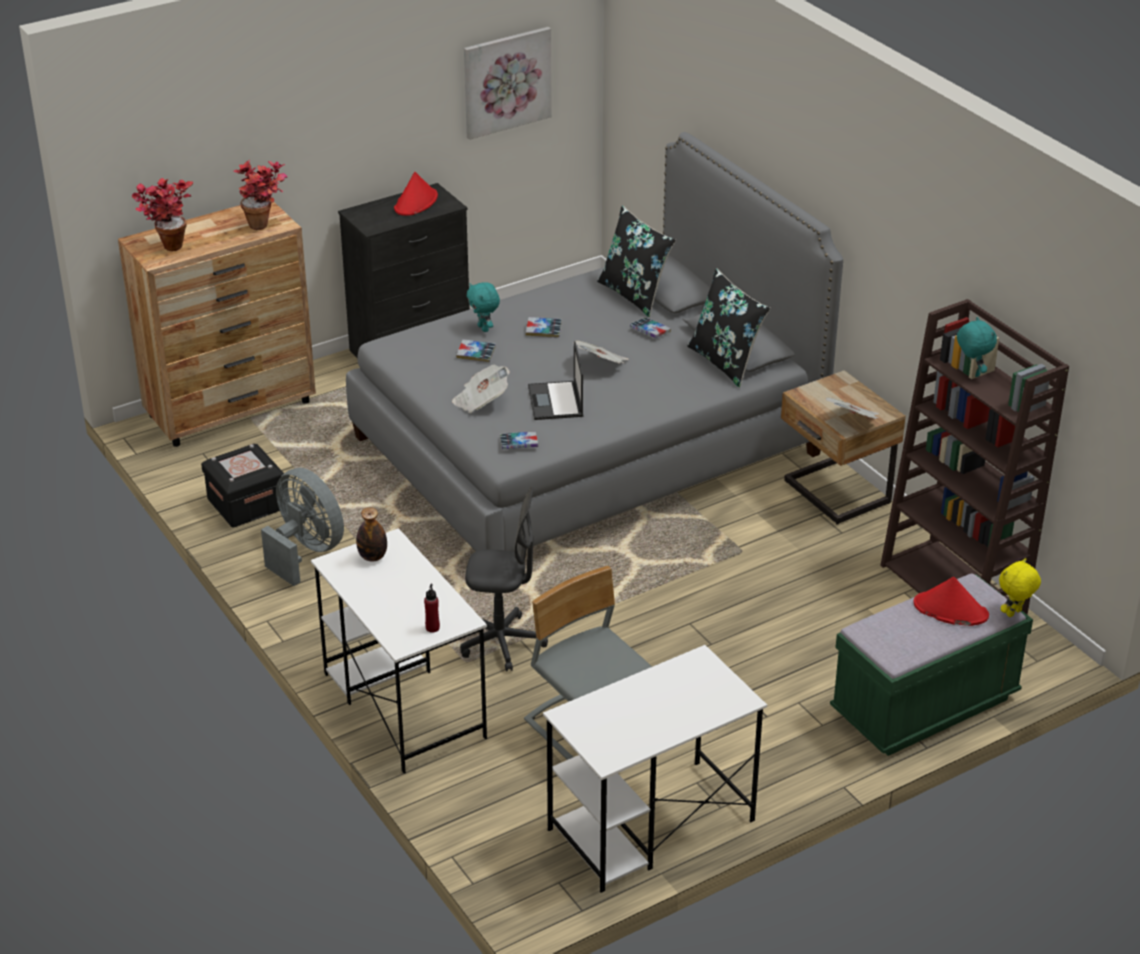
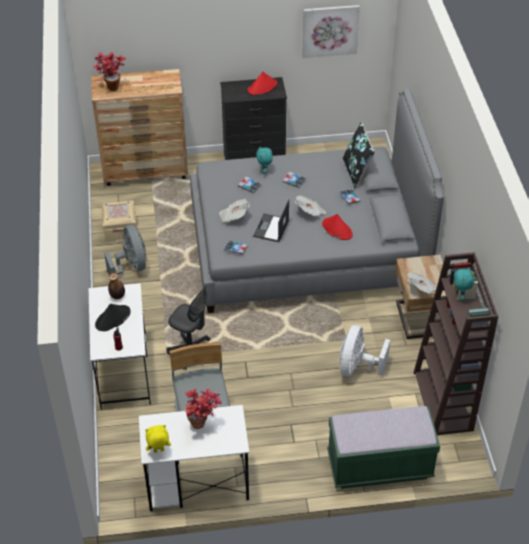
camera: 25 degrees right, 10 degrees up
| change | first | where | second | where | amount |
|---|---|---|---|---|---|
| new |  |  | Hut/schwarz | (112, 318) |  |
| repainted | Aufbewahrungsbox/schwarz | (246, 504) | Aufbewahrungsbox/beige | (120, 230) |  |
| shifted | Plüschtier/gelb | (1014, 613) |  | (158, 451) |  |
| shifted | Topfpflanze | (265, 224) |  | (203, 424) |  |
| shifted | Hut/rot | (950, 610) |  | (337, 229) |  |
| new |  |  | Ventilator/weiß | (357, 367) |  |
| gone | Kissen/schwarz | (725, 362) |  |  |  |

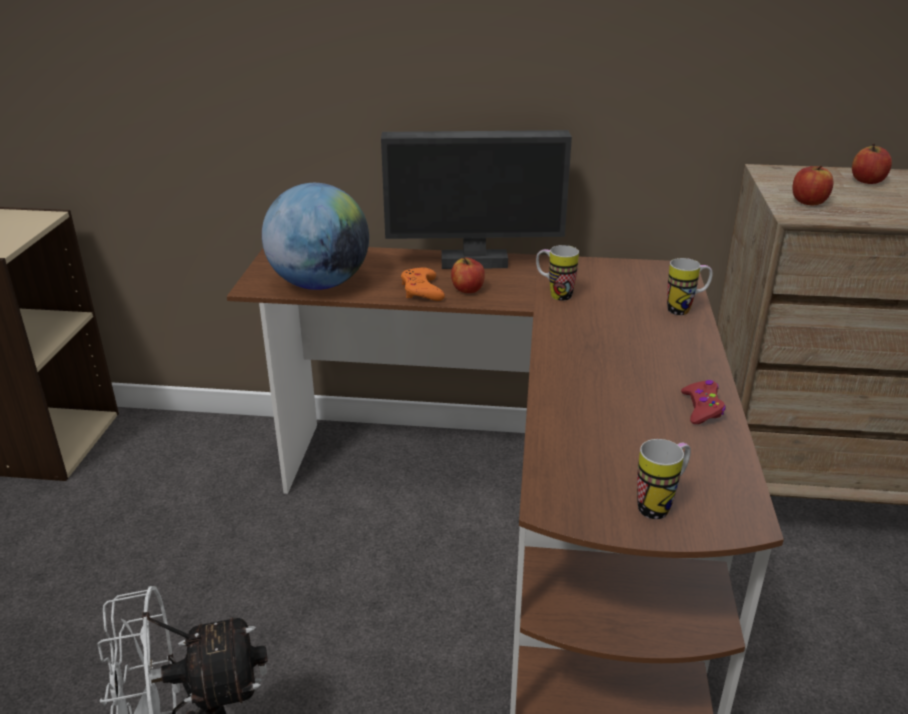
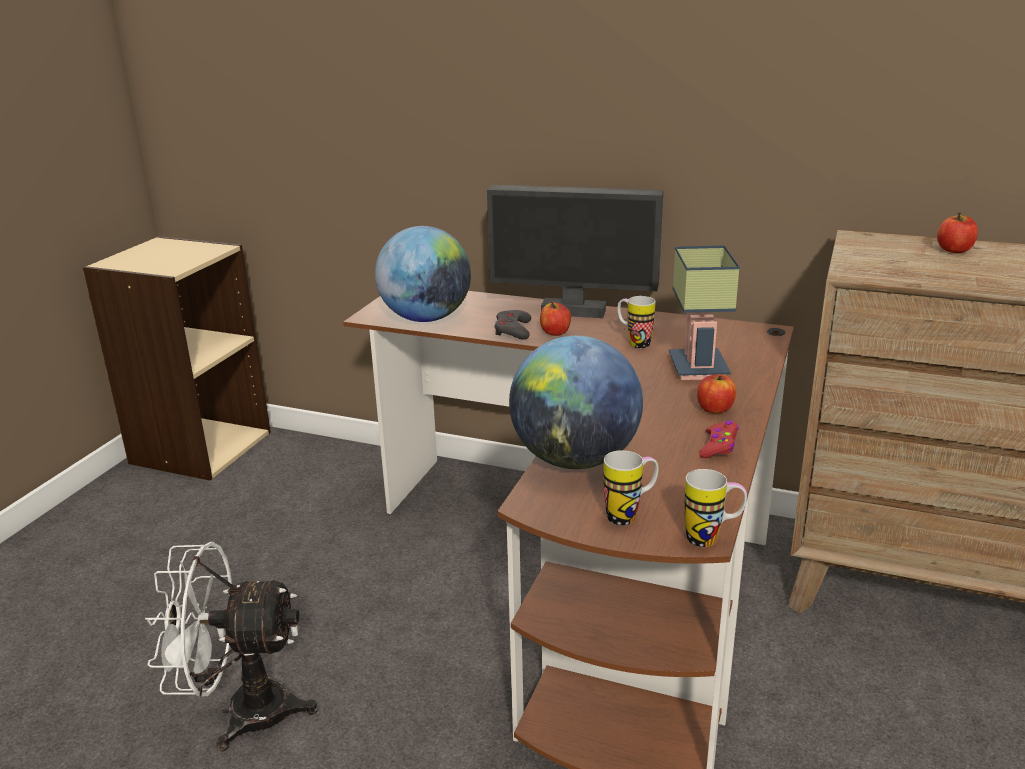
camera: 15 degrees right, 5 degrees down
| change | first | where | second | where | amount |
|---|---|---|---|---|---|
| repainted | Gamepad/orange | (422, 290) | Gamepad/grau | (513, 330) |  |
| new |  |  | Globus | (575, 460) |  |
| new |  |  | Tischlampe | (694, 367) |  |
| shifted | Henkelbecher | (685, 310) |  | (711, 539) |  |
| shifted | Apfel | (809, 202) |  | (715, 409) |  |

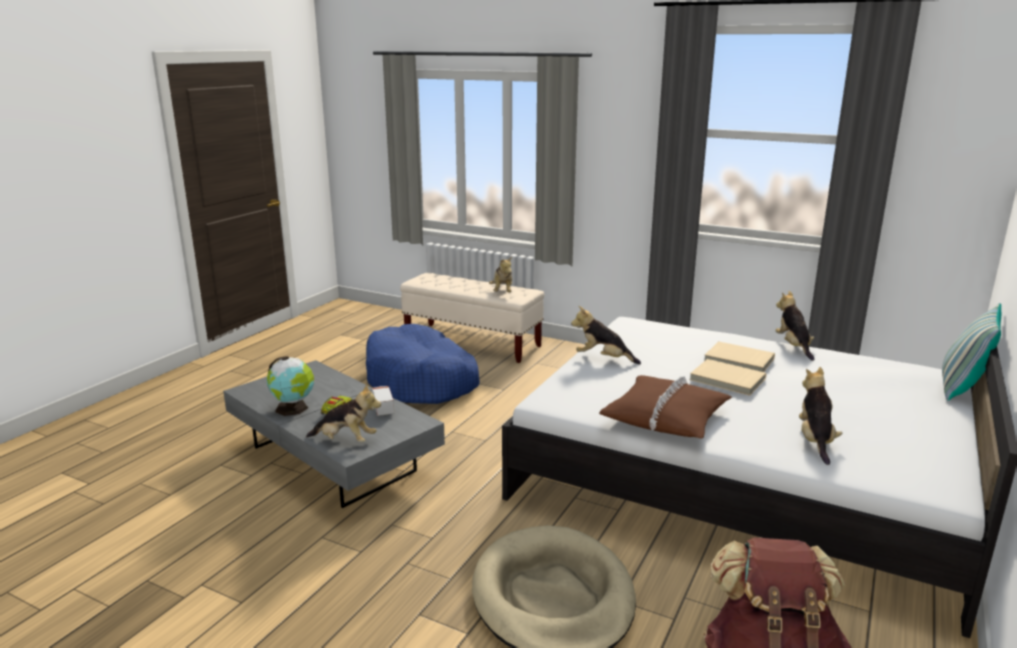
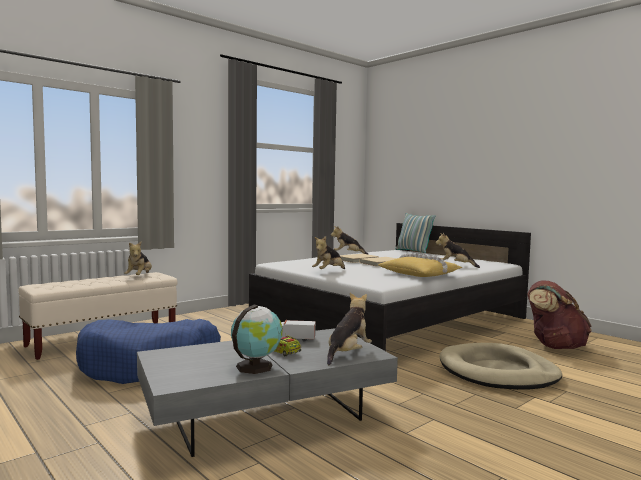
camera: 70 degrees left, 15 degrees down
| change | first | where | second | where | amount |
|---|---|---|---|---|---|
| rotated | Plüschtier | (502, 292) |  | (139, 277) | 75 degrees clockwise |
| repainted | Kissen/braun | (666, 417) | Kissen/gelb | (420, 274) |  |

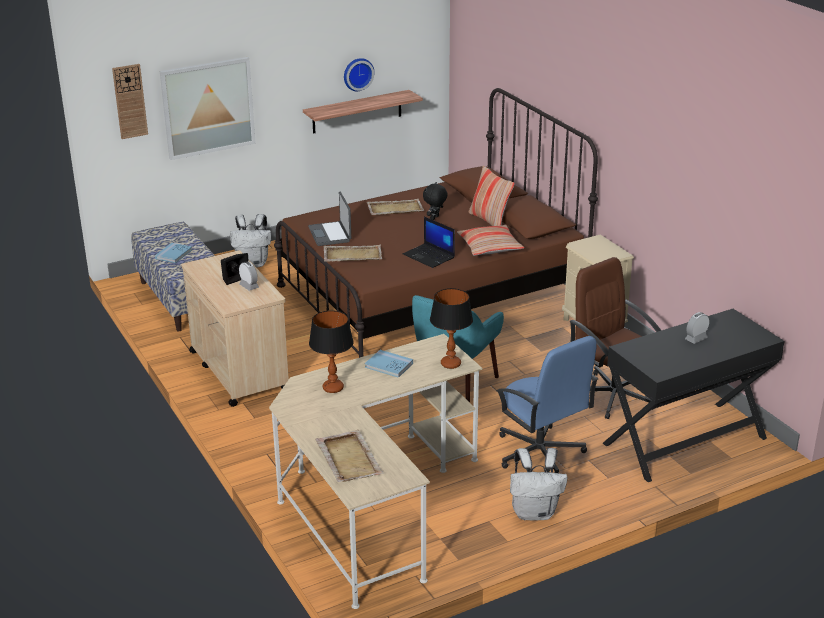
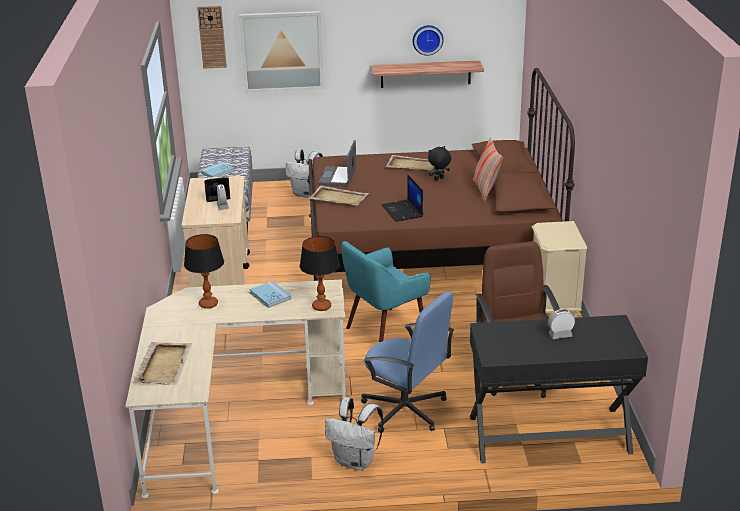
camera: 25 degrees right, 0 degrees up
| change | first | where | second | where | amount |
|---|---|---|---|---|---|
| rotated | Bürostuhl/blau | (540, 453) |  | (405, 410) | 45 degrees counterclockwise |
| gone | Kissen | (489, 247) |  |  |  |

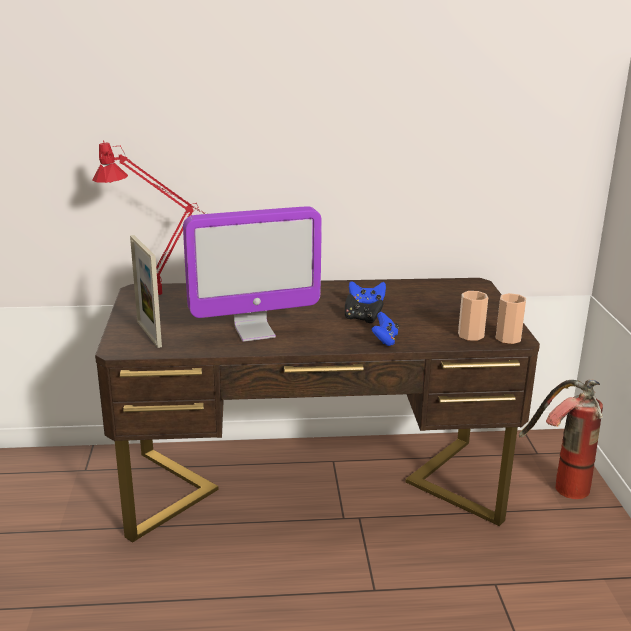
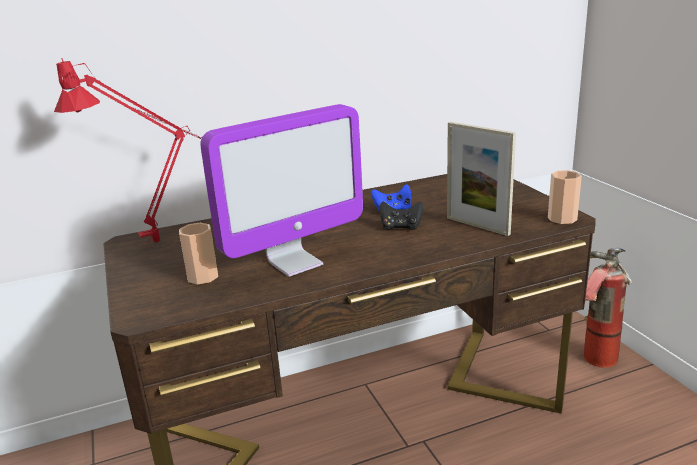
camera: 15 degrees left, 0 degrees up
| change | first | where | second | where | amount |
|---|---|---|---|---|---|
| shifted | Tasse | (470, 335) |  | (202, 277) |  |
| shifted | Bilderrahmen | (149, 334) |  | (477, 226) |  |
| gone | Gamepad/blau | (385, 340) |  |  |  |

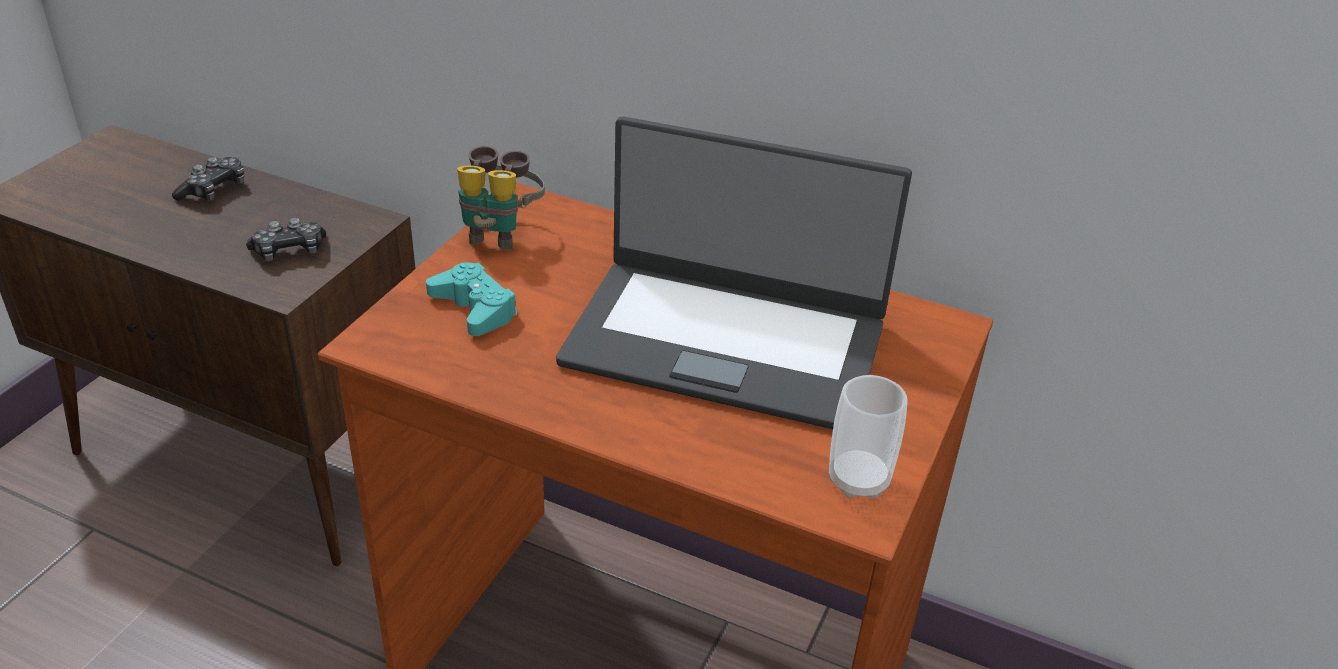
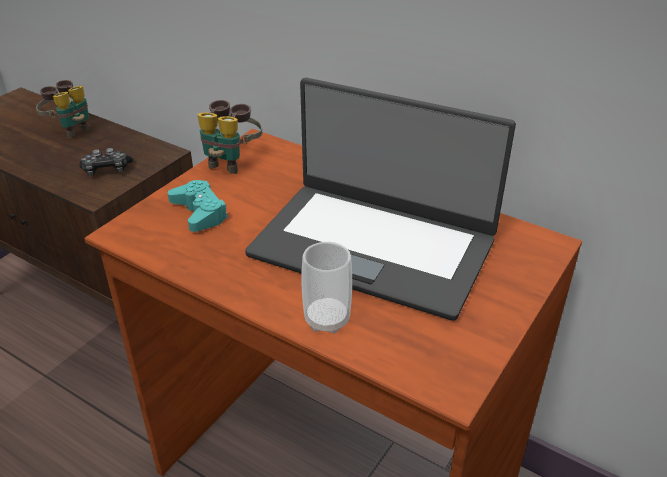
camera: 10 degrees right, 0 degrees up
| change | first | where | second | where | amount |
|---|---|---|---|---|---|
| swapped | Gamepad | (214, 190) | Fernglas | (70, 129) |  |
| shifted | Tasse | (858, 480) |  | (327, 320) |  |

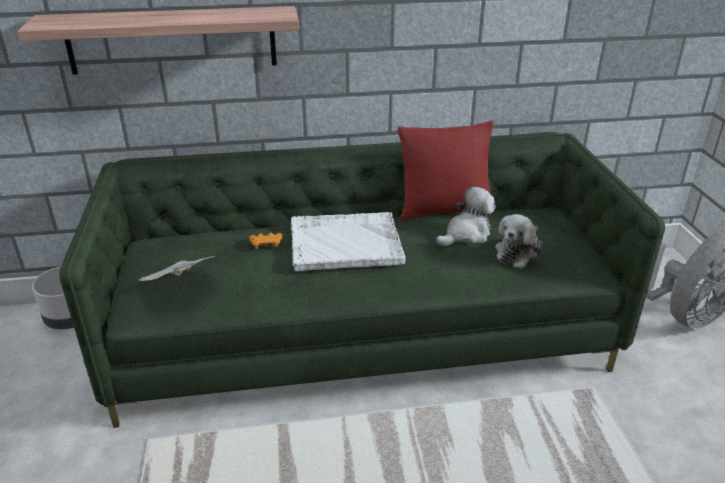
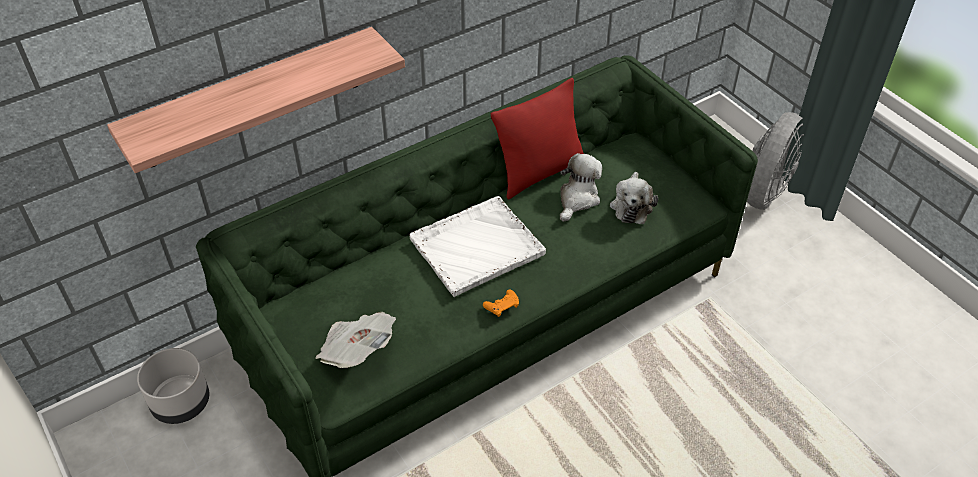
camera: 25 degrees left, 15 degrees up
| change | first | where | second | where | amount |
|---|---|---|---|---|---|
| shifted | Gamepad/orange | (266, 243) |  | (502, 306) |  |

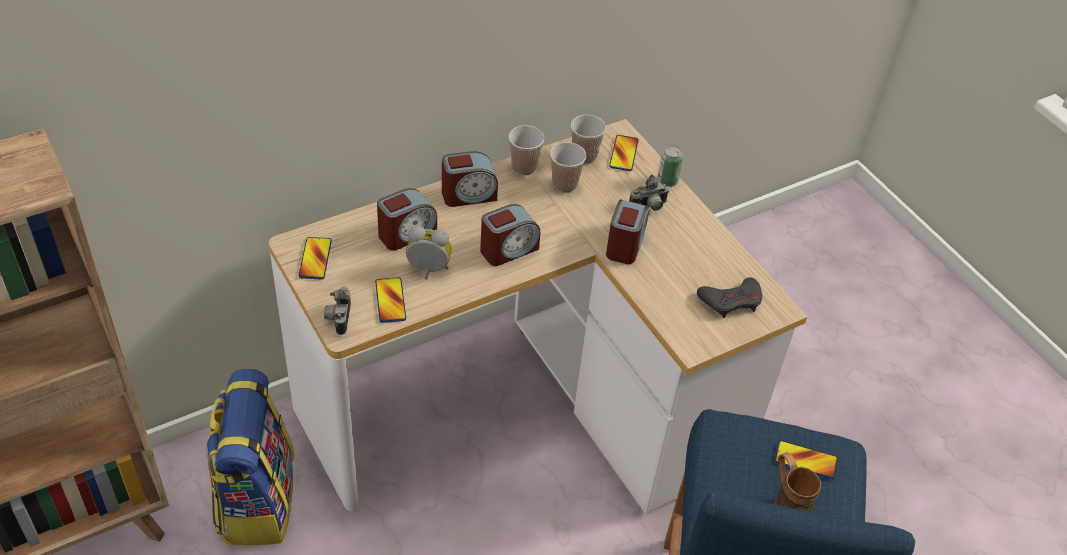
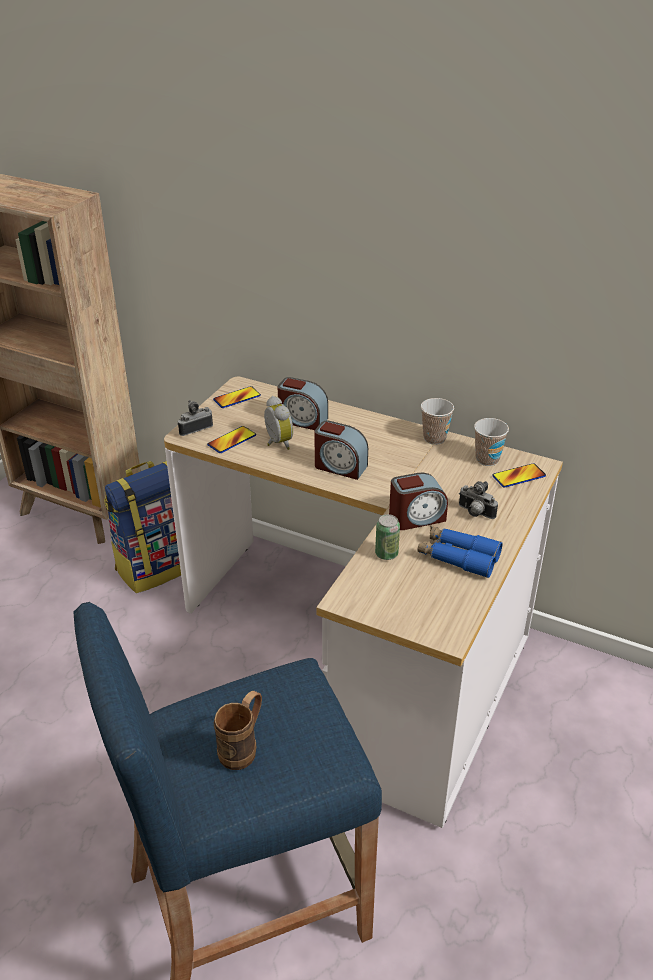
camera: 60 degrees right, 10 degrees down
| change | first | where | second | where | amount |
|---|---|---|---|---|---|
| shifted | Dose | (667, 181) |  | (386, 554) |  |
| new |  |  | Fernglas/blau | (458, 557) |  |
| gone | Wecker | (468, 195) |  |  |  |
| gone | Tasse | (564, 185) |  |  |  |
| gone | Gamepad/grau | (731, 301) |  |  |  |
| gone | Handy | (806, 460) |  |  |  |

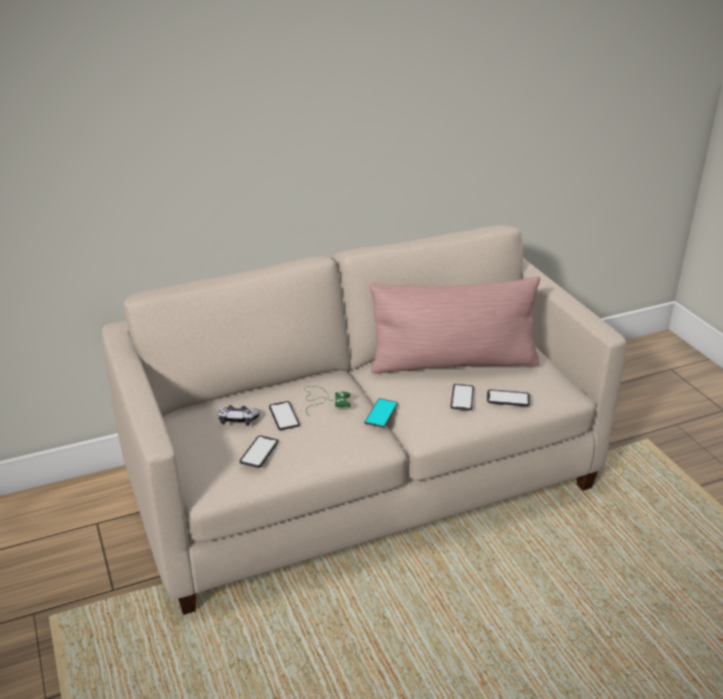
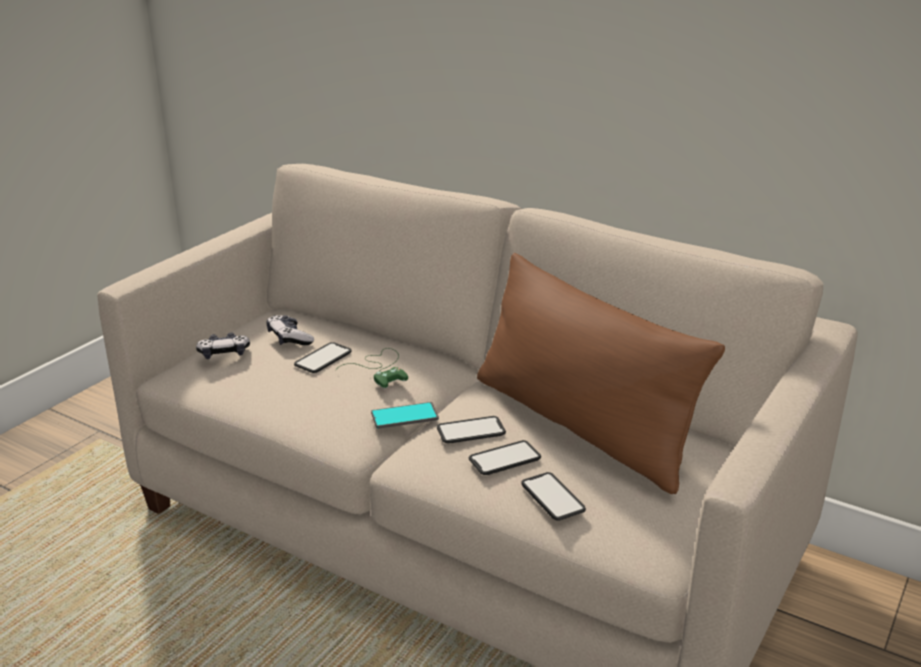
camera: 55 degrees right, 5 degrees down
| change | first | where | second | where | amount |
|---|---|---|---|---|---|
| new |  |  | Gamepad | (224, 353) |  |
| shifted | Handy | (259, 452) |  | (471, 431) |  |
| repainted | Kissen/rosa | (453, 363) | Kissen/braun | (580, 425) |  |

